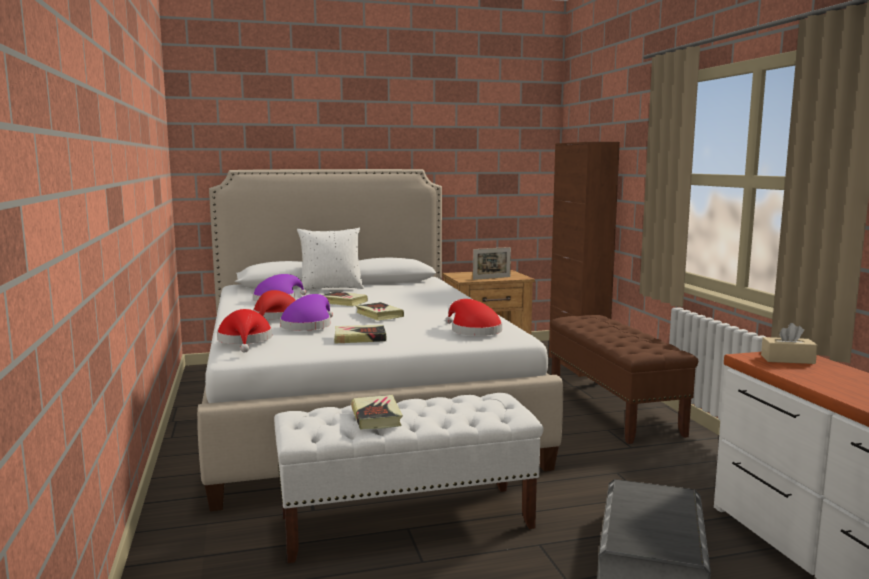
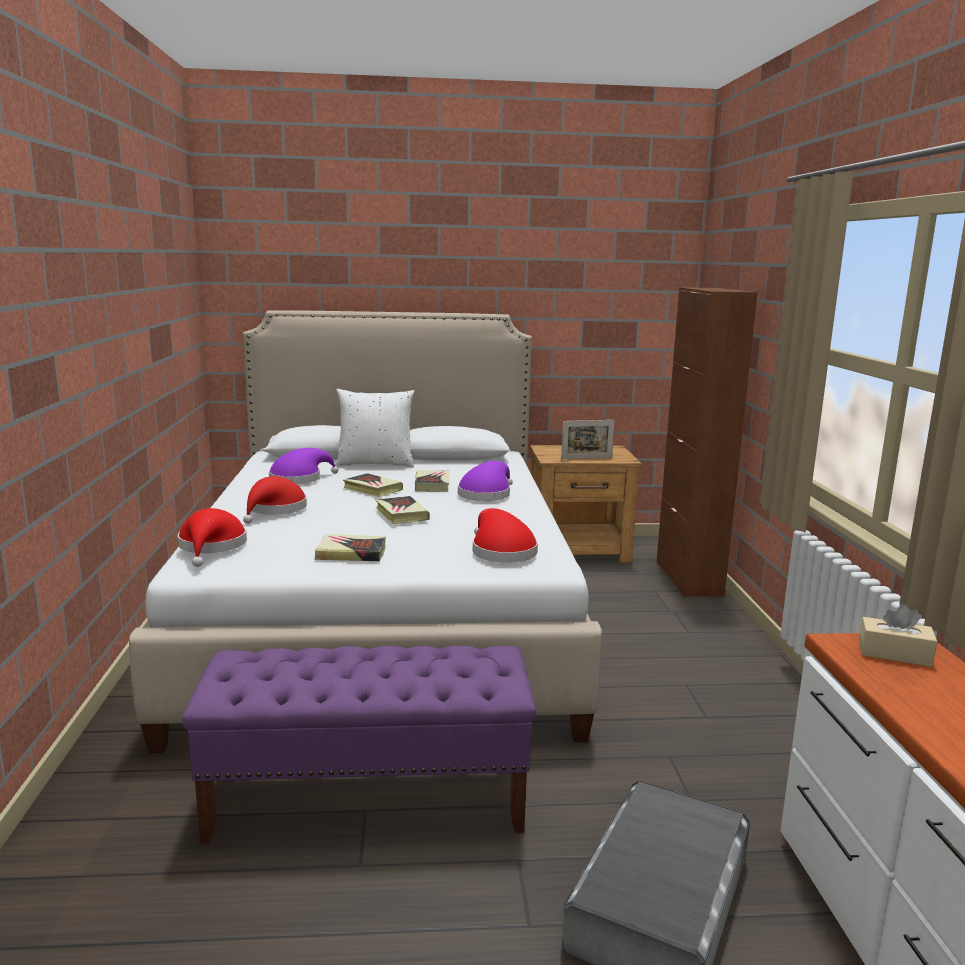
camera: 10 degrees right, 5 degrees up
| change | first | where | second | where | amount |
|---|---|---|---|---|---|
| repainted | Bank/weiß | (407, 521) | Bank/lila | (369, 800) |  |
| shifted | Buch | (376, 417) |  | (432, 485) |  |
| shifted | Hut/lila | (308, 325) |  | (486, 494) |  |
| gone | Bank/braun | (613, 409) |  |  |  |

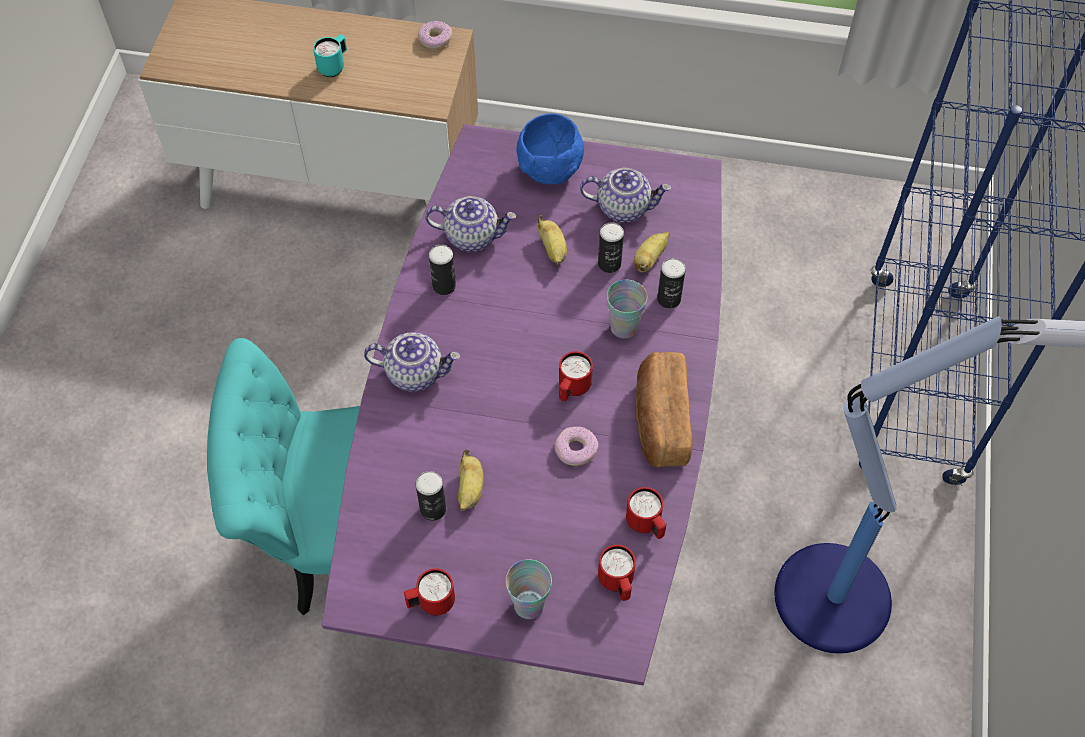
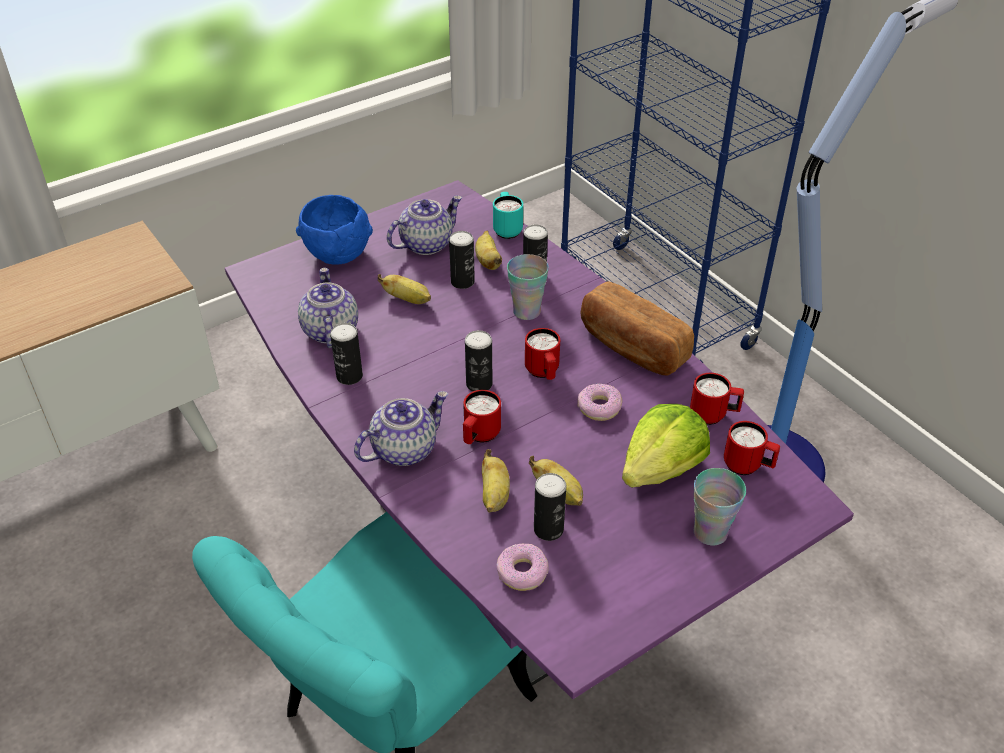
camera: 45 degrees left, 15 degrees down
| change | first | where | second | where | amount |
|---|---|---|---|---|---|
| rotated | Teekanne | (472, 236) |  | (329, 330) | 60 degrees counterclockwise |
| shifted | Henkelbecher/rot | (431, 603) |  | (479, 436) |  |
| new |  |  | Dose | (479, 384) |  |
| new |  |  | Banane | (494, 495) |  |
| shifted | Henkelbecher/türkis | (334, 66) |  | (507, 229) |  |
| shifted | Donut | (435, 39) |  | (522, 572) |  |
| new |  |  | Salatkopf | (662, 468) |  |

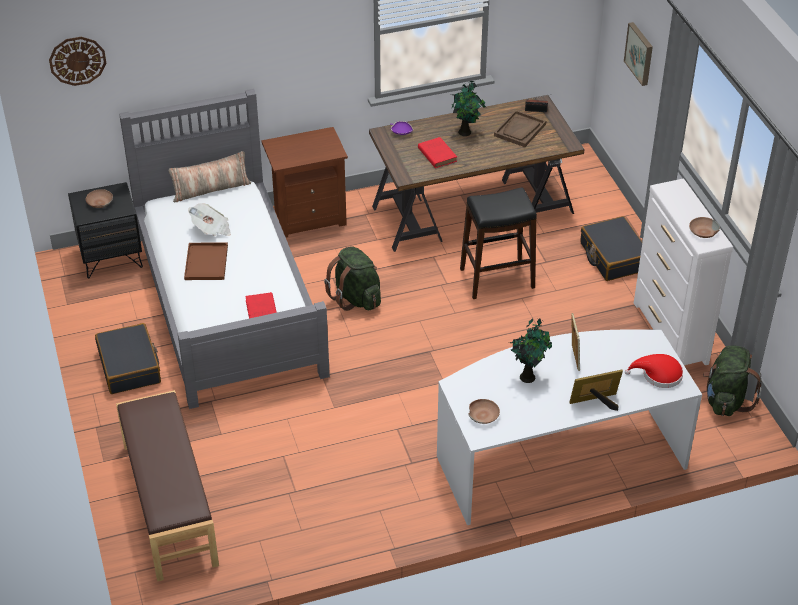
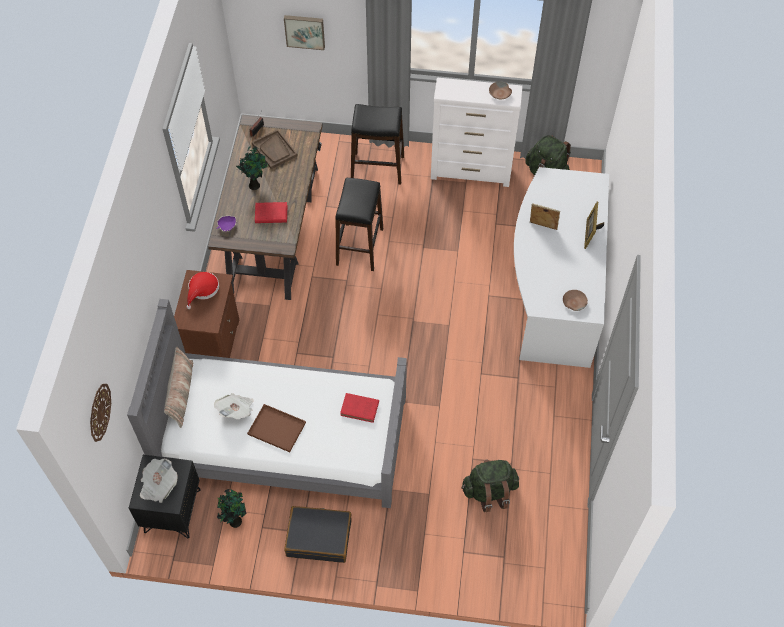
camera: 65 degrees left, 15 degrees up
| change | first | where | second | where | amount |
|---|---|---|---|---|---|
| swapped | Schüssel/braun | (99, 202) | Zeitung | (158, 485) |  |
| shifted | Hut/rot | (658, 375) |  | (202, 290) |  |
| shifted | Topfpflanze | (528, 376) |  | (234, 520) |  |
| swapped | Koffer/schwarz | (613, 257) | Hocker/schwarz | (377, 168) |  |
| shifted | Rucksack/grün | (356, 298) |  | (489, 491) |  |
| gone | Bank/braun | (168, 504) |  |  |  |

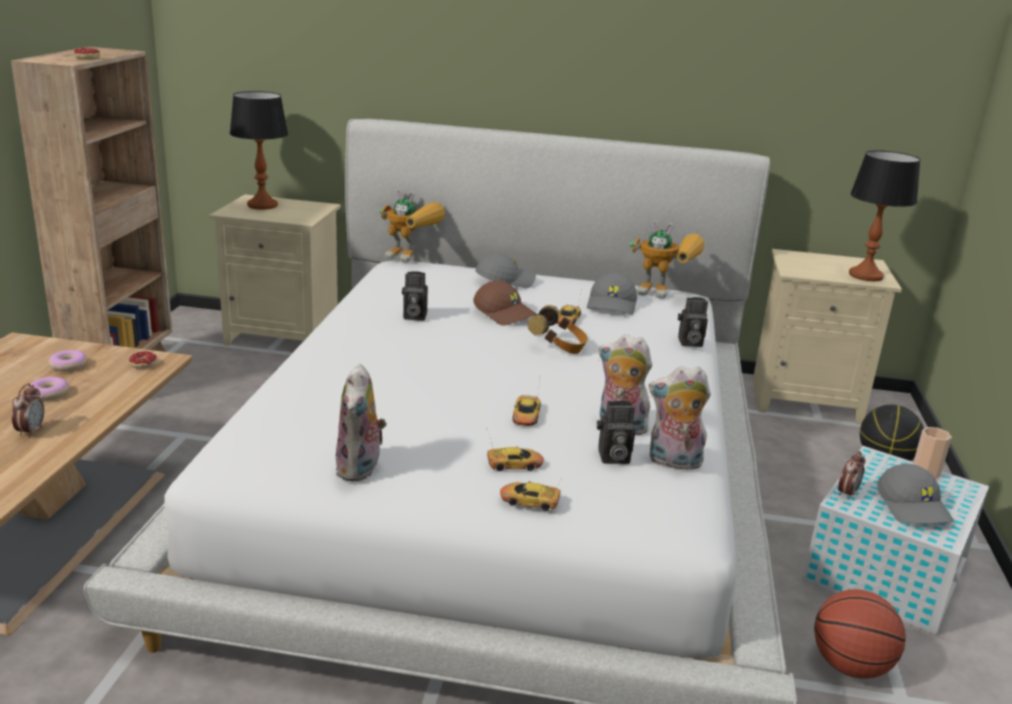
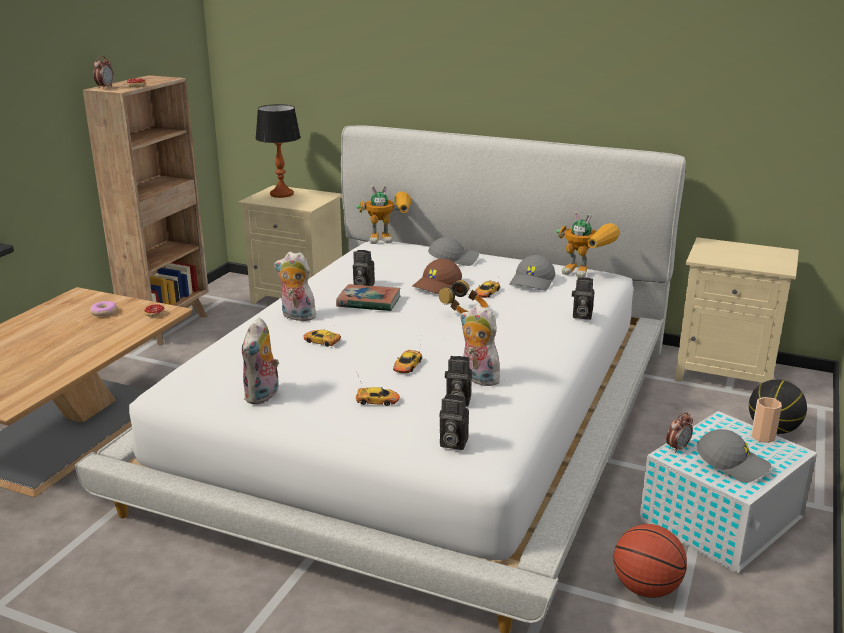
camera: 15 degrees right, 0 degrees up
| change | first | where | second | where | amount |
|---|---|---|---|---|---|
| shifted | Wecker | (31, 431) |  | (105, 87) |  |
| shifted | Plüschtier | (673, 462) |  | (296, 317) |  |
| shifted | Spielzeugauto | (530, 500) |  | (321, 341) |  |
| new |  |  | Buch | (369, 302) |  |
| rotated | Spielzeugroboter | (413, 258) |  | (389, 239) | 45 degrees counterclockwise |
| rotated | Kappe/braun | (505, 314) |  | (437, 286) | 75 degrees clockwise |
| new |  |  | Kamera | (452, 443) |  |
| rotated | Kappe/grau | (914, 507) |  | (732, 464) | 60 degrees counterclockwise |
| gone | Donut | (49, 394) |  |  |  |
| gone | Tischlampe | (865, 275) |  |  |  |

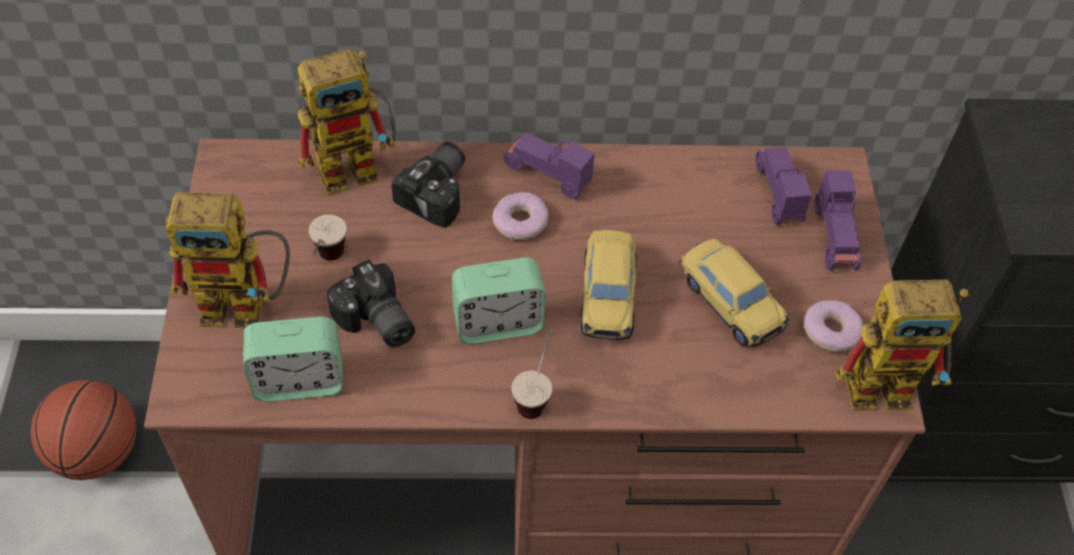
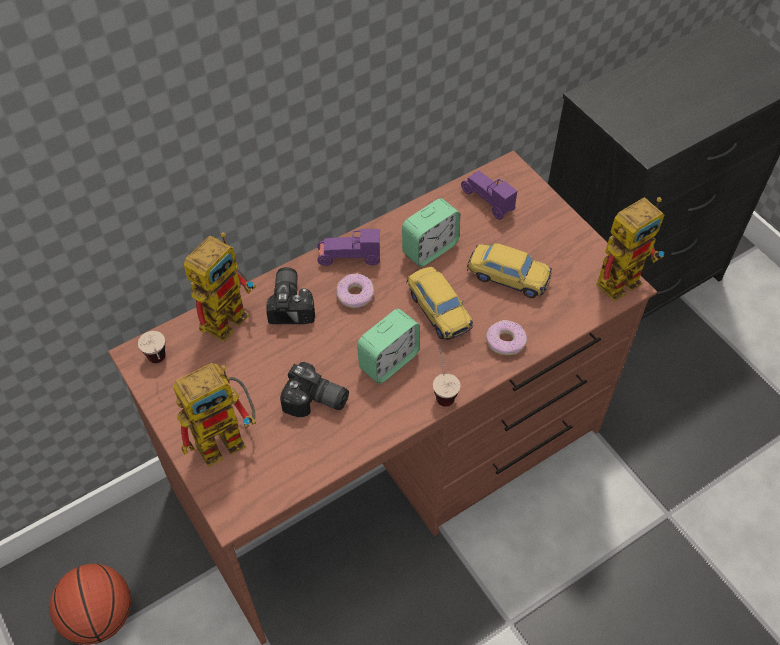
camera: 30 degrees left, 0 degrees up
| change | first | where | second | where | amount |
|---|---|---|---|---|---|
| shifted | Tasse | (328, 263) |  | (160, 364) |  |
| shifted | Wecker | (299, 380) |  | (430, 249) |  |
| shifted | Donut | (831, 331) |  | (505, 341) |  |
| gone | Spielzeugauto/lila | (835, 237) |  |  |  |

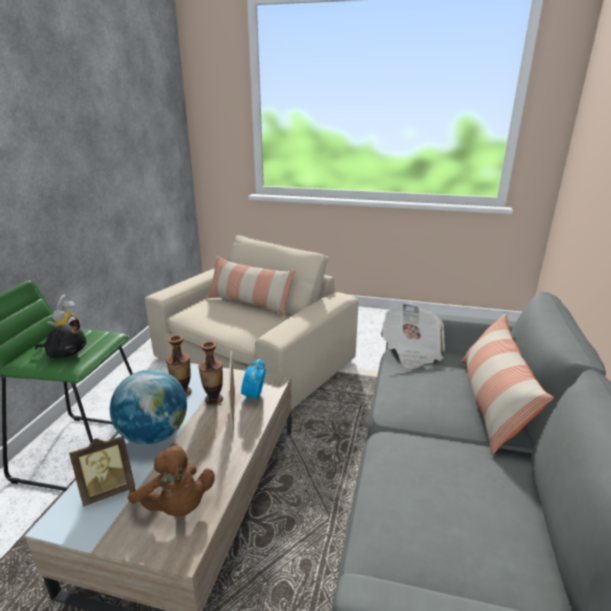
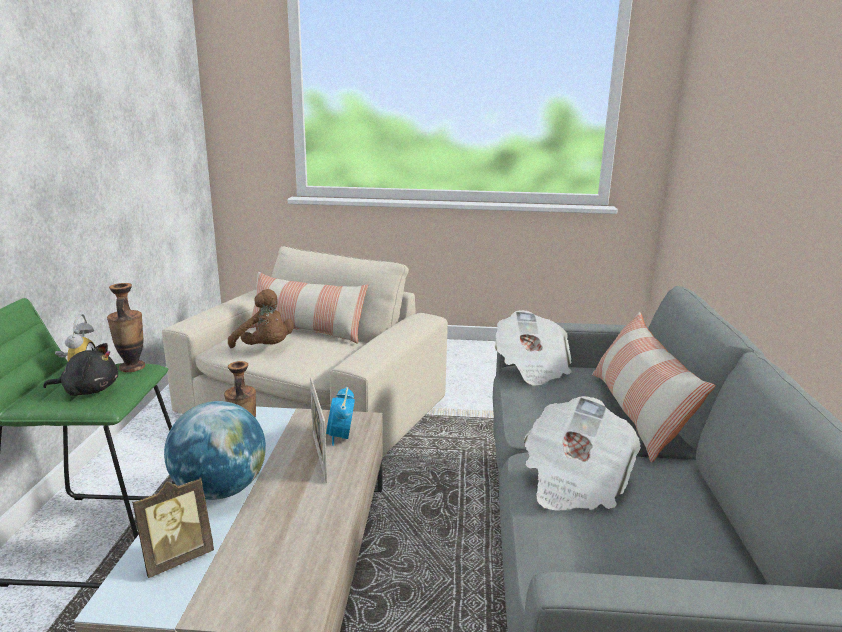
camera: 10 degrees left, 5 degrees down
| change | first | where | second | where | amount |
|---|---|---|---|---|---|
| shifted | Vase | (214, 400) |  | (132, 367) |  |
| shifted | Plüschtier/braun | (176, 507) |  | (265, 348) |  |
| new |  |  | Zeitung | (574, 481) |  |

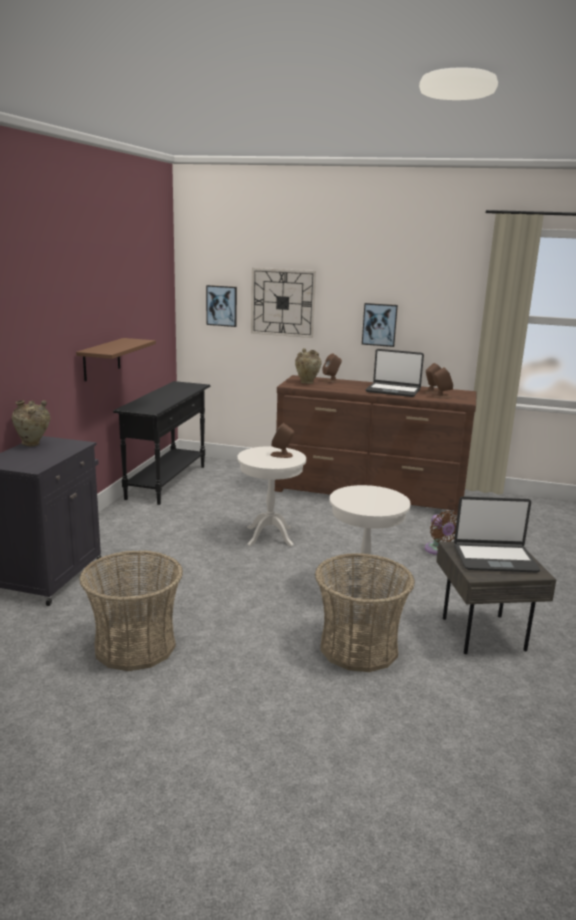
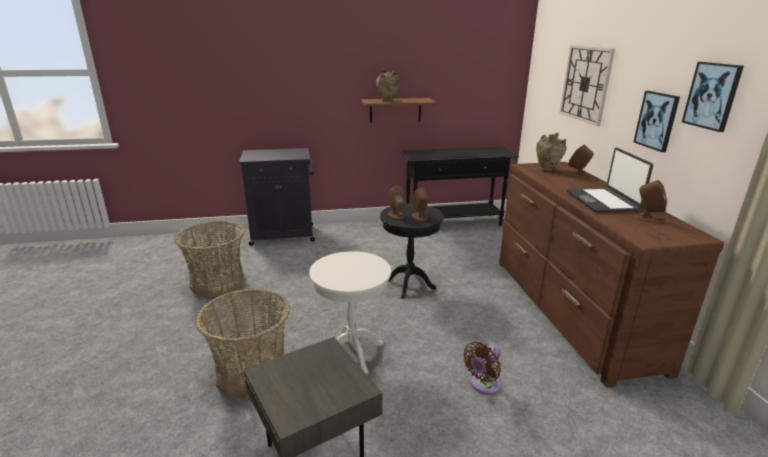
camera: 65 degrees right, 5 degrees up
| change | first | where | second | where | amount |
|---|---|---|---|---|---|
| shifted | Vase/beige | (33, 444) |  | (387, 100) |  |
| repainted | Beistelltisch/weiß | (269, 536) | Beistelltisch/schwarz | (409, 284) |  |
| shifted | Lautsprecher/braun | (441, 396) |  | (396, 215) |  |
| shifted | Bild | (221, 305) |  | (712, 96) |  |
| gone | Laptop | (494, 558) |  |  |  |

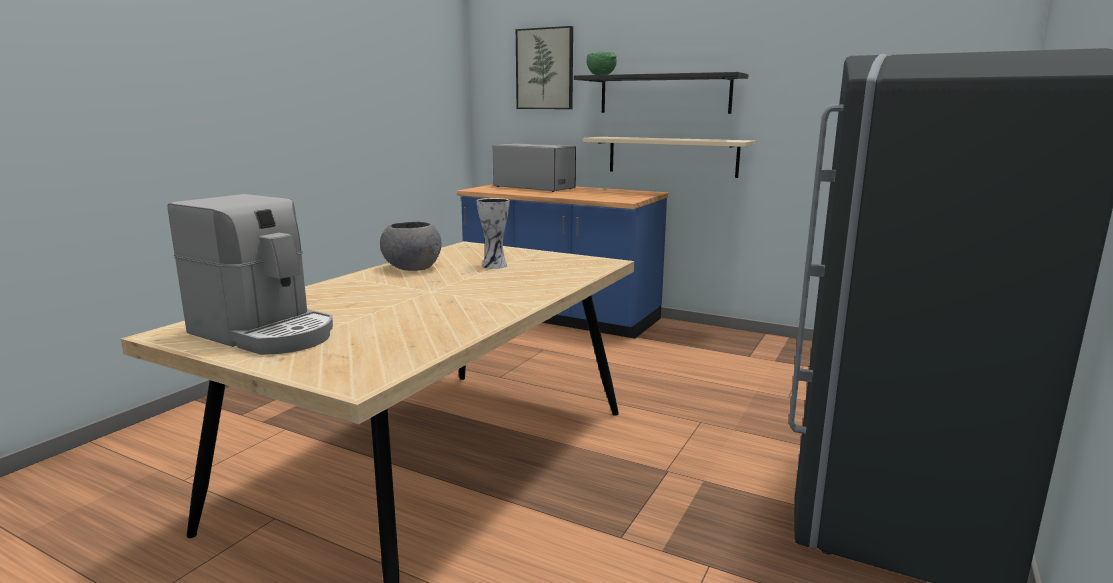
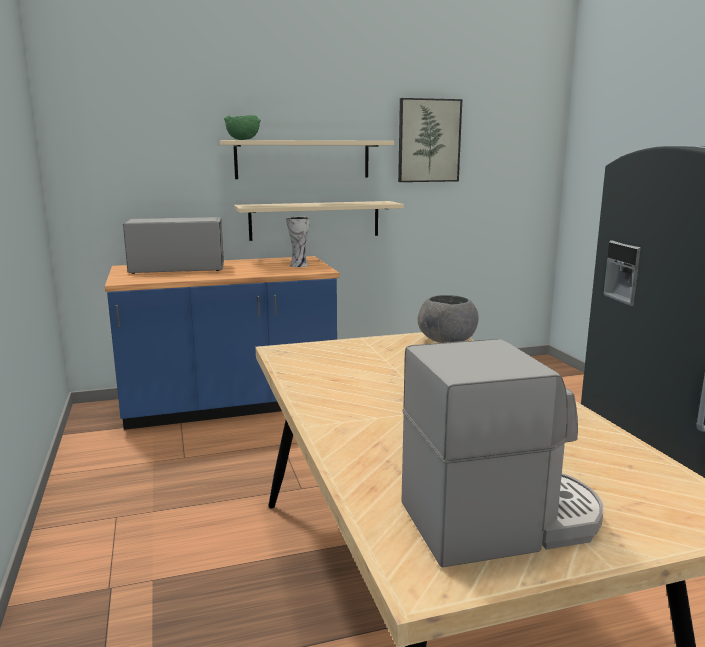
camera: 45 degrees left, 0 degrees up
| change | first | where | second | where | amount |
|---|---|---|---|---|---|
| repainted | Wandregal/schwarz | (664, 94) | Wandregal/beige | (303, 159) |  |
| shifted | Vase | (495, 265) |  | (299, 265) |  |
| shifted | Bild | (545, 69) |  | (429, 140) |  |
| shifted | Schüssel/grau | (412, 268) |  | (446, 340) |  |

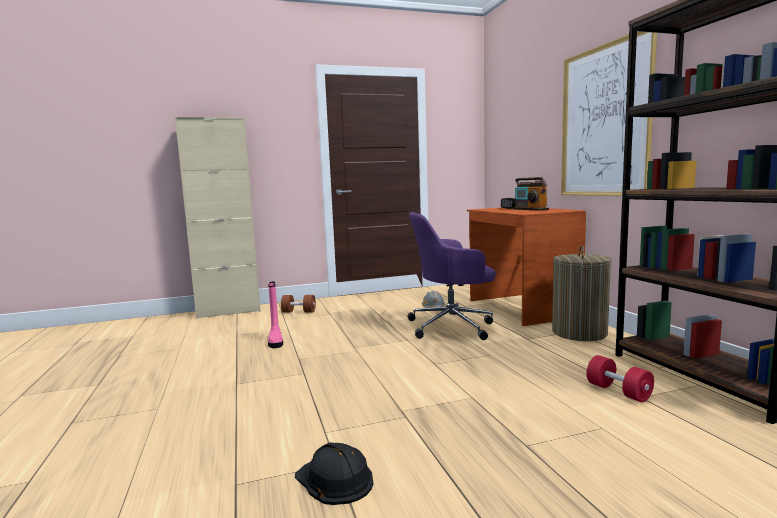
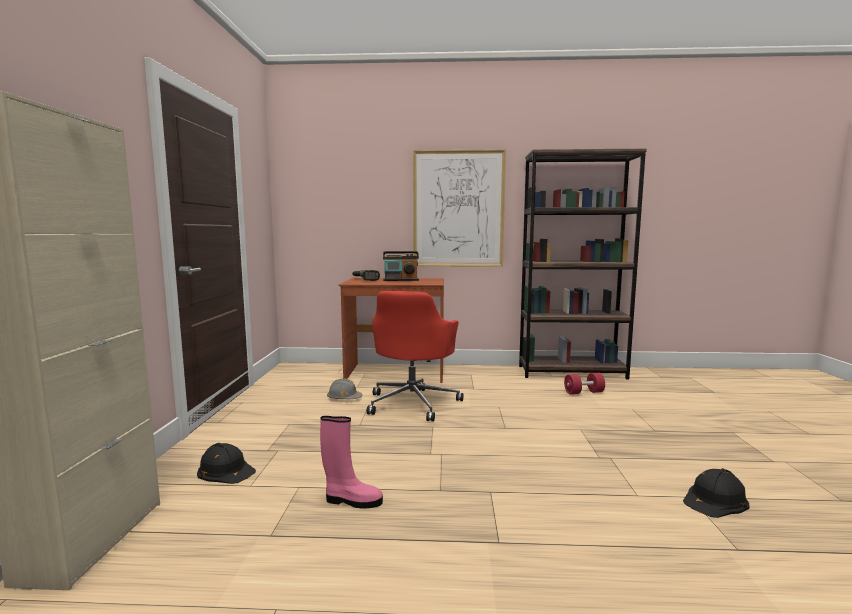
camera: 70 degrees left, 0 degrees up
| change | first | where | second | where | amount |
|---|---|---|---|---|---|
| swapped | Hantel/braun | (299, 312) | Schutzhelm/schwarz | (226, 470) |  |
| repainted | Bürostuhl/lila | (452, 326) | Bürostuhl/rot | (413, 403) |  |
| gone | Wäschekorb | (579, 332) |  |  |  |

